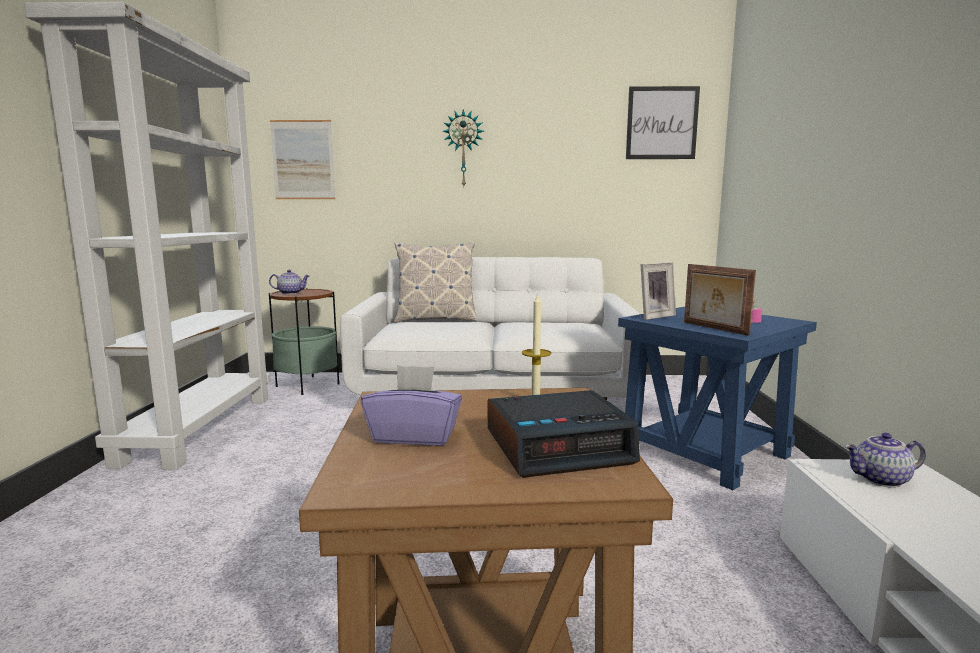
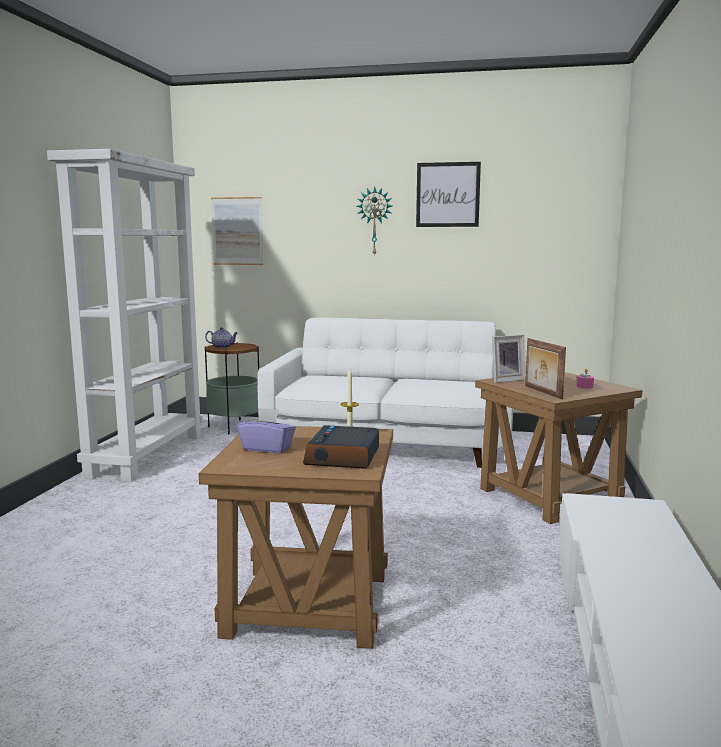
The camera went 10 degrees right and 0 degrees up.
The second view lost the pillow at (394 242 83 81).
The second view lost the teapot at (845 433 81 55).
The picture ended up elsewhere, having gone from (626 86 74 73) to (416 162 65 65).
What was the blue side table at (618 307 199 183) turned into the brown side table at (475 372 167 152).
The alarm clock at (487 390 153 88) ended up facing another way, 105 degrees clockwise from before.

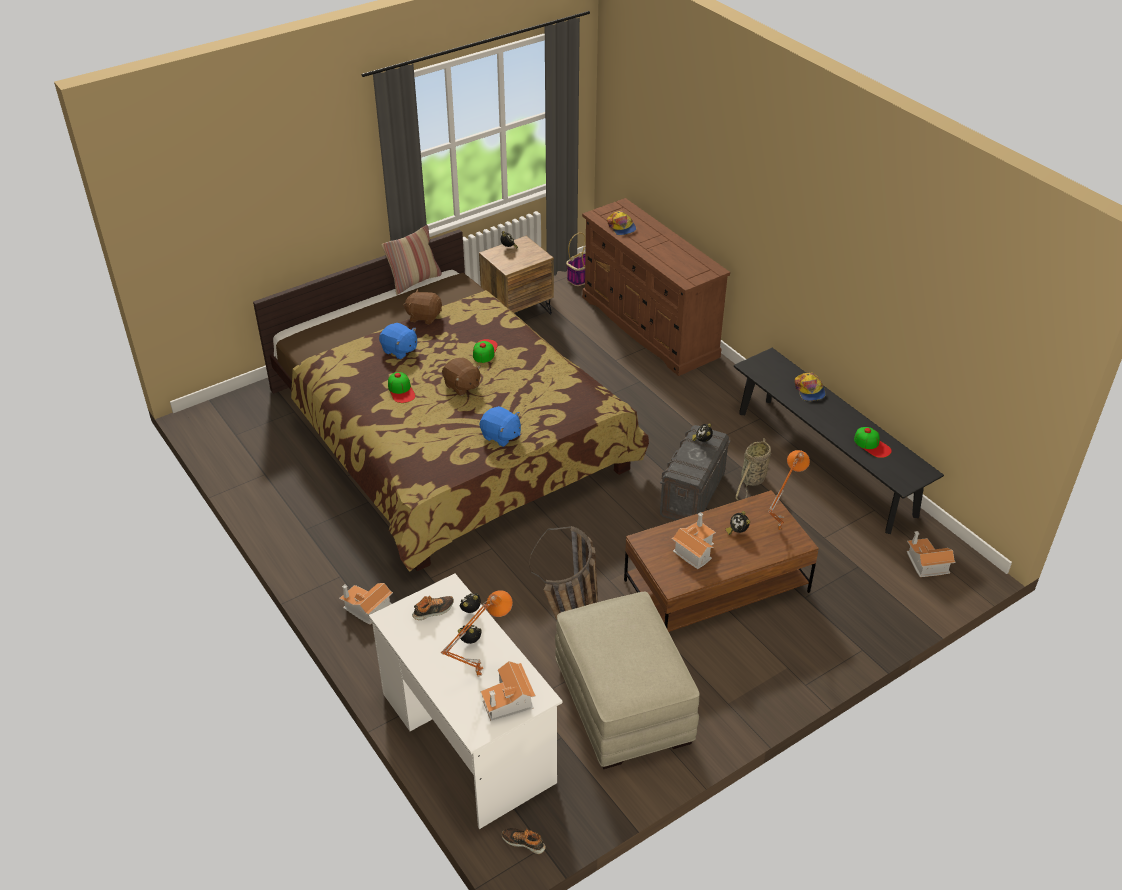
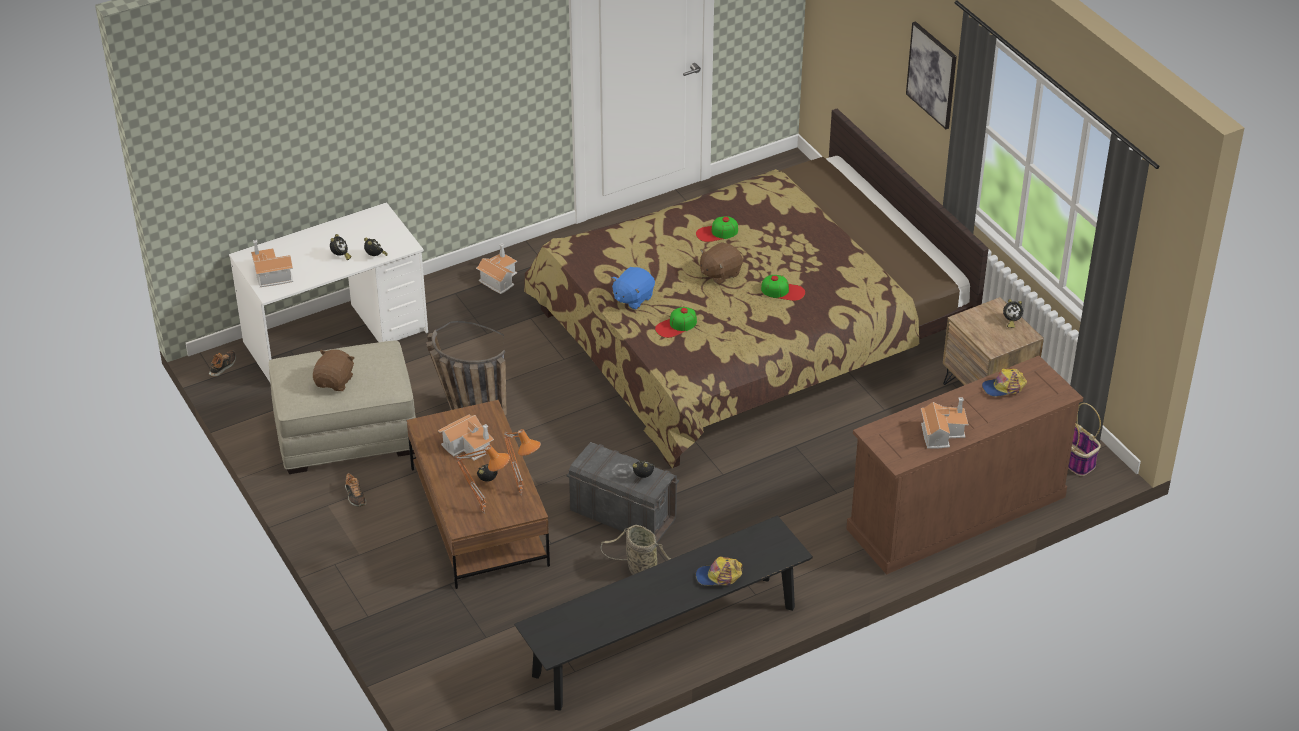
The camera went 95 degrees right and 0 degrees up.
The second view lost the blue plush toy at (379 323 38 36).
The second view lost the pillow at (382 225 60 70).
The second view gained the picture at (906 21 51 108).
The brown plush toy ended up elsewhere, having gone from (403 289 39 35) to (313 349 41 42).
The shoe ended up elsewhere, having gone from (412 596 42 24) to (345 473 21 34).
The orange table lamp ended up elsewhere, having gone from (441 590 72 87) to (504 429 37 67).
The cap ended up elsewhere, having gone from (854 427 37 31) to (655 307 42 31).
The toy house ended up elsewhere, having gone from (907 531 49 46) to (921 397 48 52).

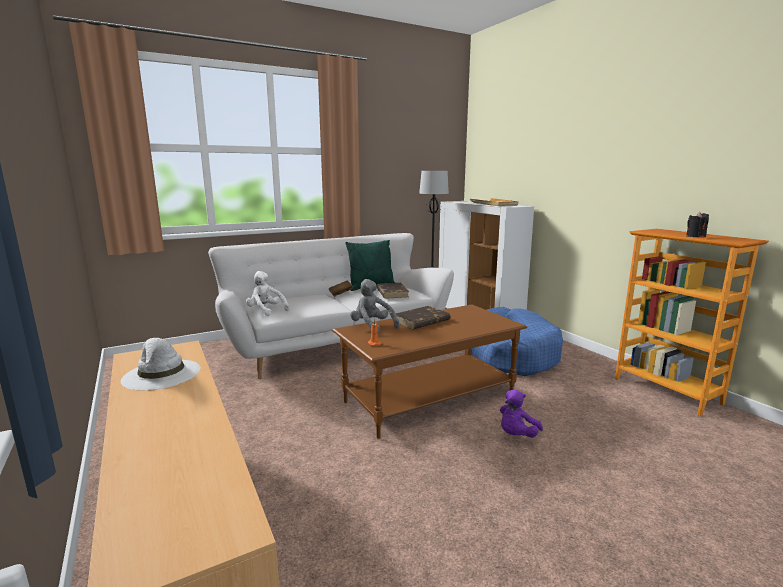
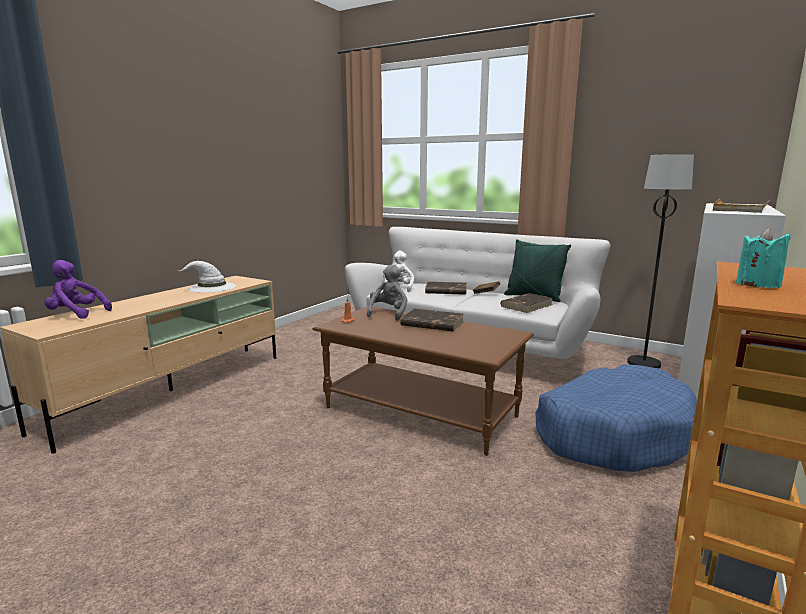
The camera went 60 degrees right and 0 degrees up.
The second view gained the brown book at (425 282 42 13).
The purple plush toy ended up elsewhere, having gone from (500 390 43 48) to (44 260 68 59).
What was the black candle at (686 212 23 25) turned into the turquoise candle at (736 228 55 60).

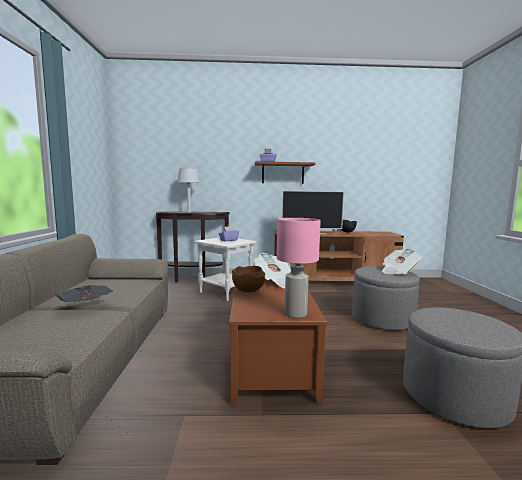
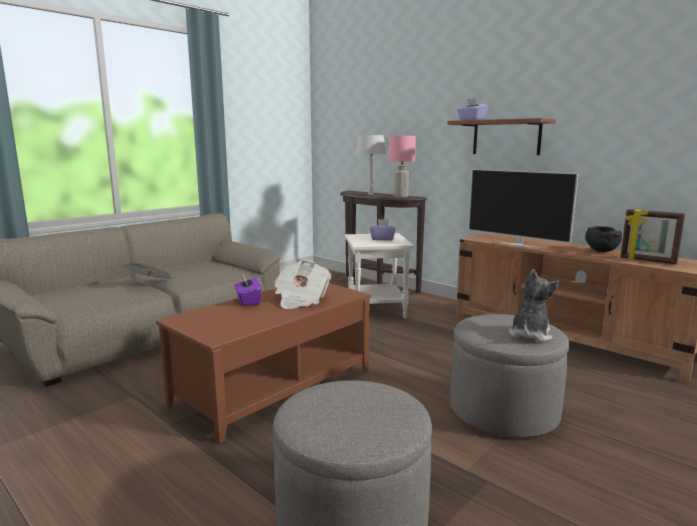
The camera went 45 degrees right and 5 degrees up.
The second view gained the picture frame at (620 209 65 55).
The pink table lamp ended up elsewhere, having gone from (277 218 44 100) to (389 136 27 62).
Where the brown bowl stood at (232 266 33 26), the purple tissue box came to stand at (235 274 27 32).
Where the newspaper stood at (382 248 40 26), the plush toy came to stand at (509 269 51 73).

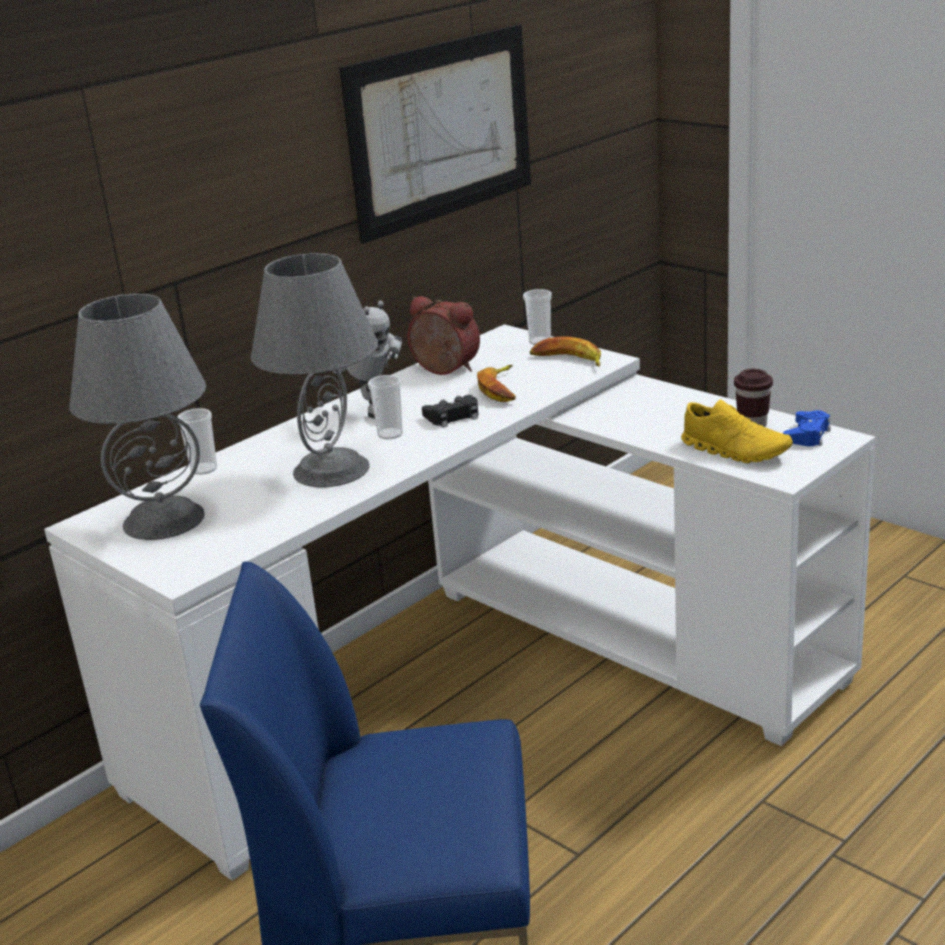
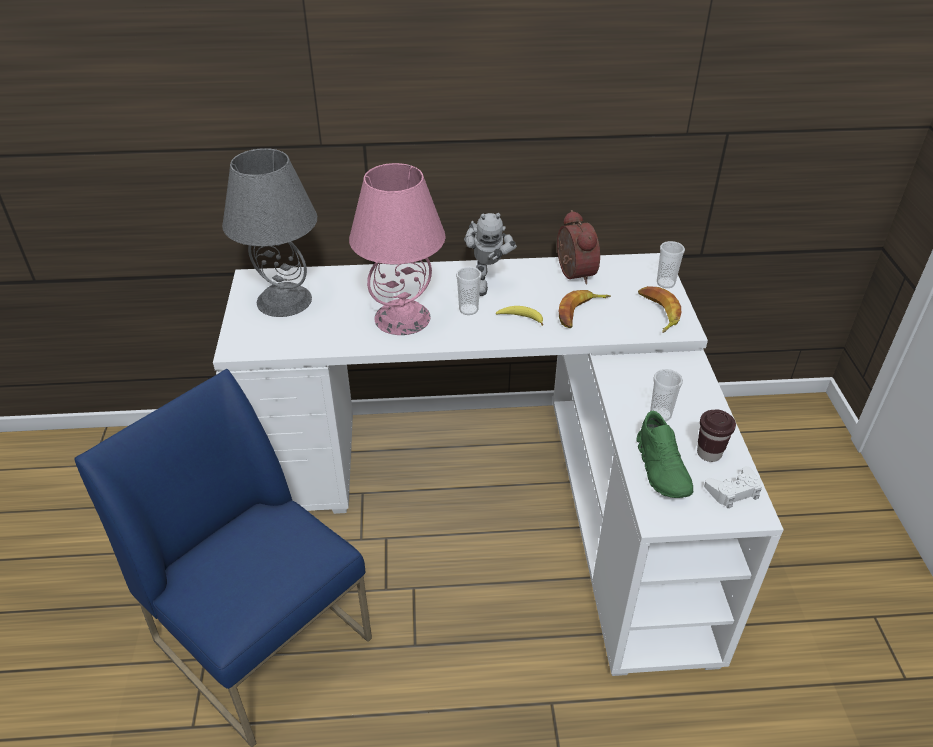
The camera went 40 degrees right and 15 degrees up.
The second view lost the picture at (339 25 192 219).
The cup ended up elsewhere, having gone from (177 408 40 67) to (650 369 33 53).
Where the black game controller stood at (422 395 56 32), the banana came to stand at (496 306 47 20).
What was the grey table lamp at (251 253 127 234) turned into the pink table lamp at (349 163 97 172).
What was the yellow shoe at (681 399 112 64) turned into the green shoe at (637 411 56 87).
What was the blue game controller at (783 410 48 36) turned into the white game controller at (704 466 58 42).

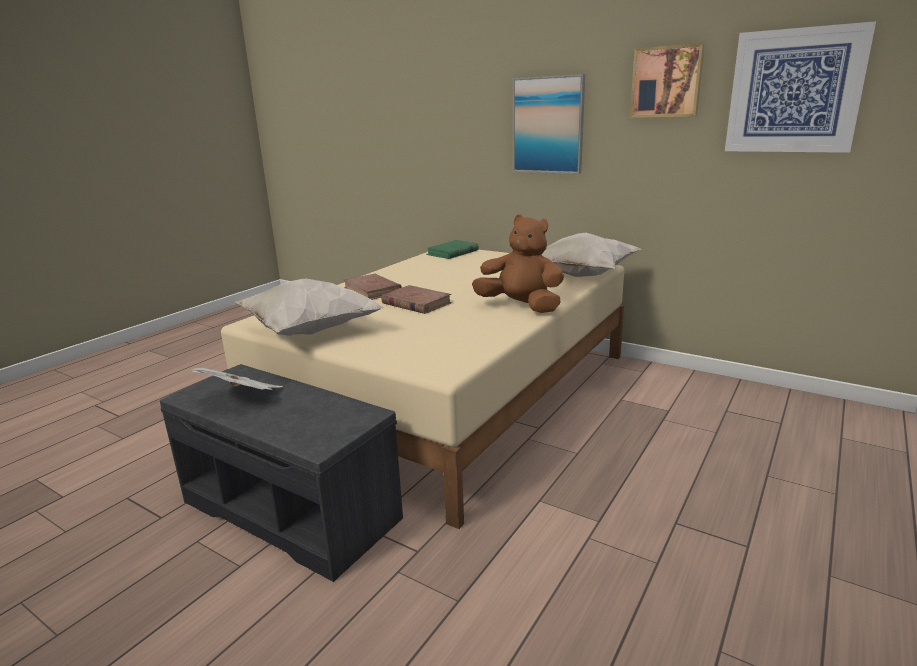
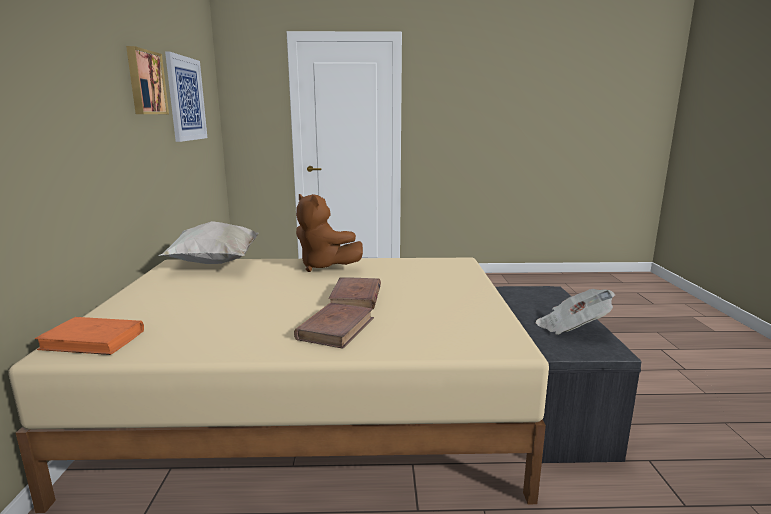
The camera went 125 degrees left and 5 degrees down.
The second view lost the white pillow at (235 278 149 58).
The second view lost the picture at (513 74 72 100).
What was the green book at (426 240 53 19) turned into the orange book at (35 317 109 38).
The brown plush toy at (472 214 92 99) ended up facing another way, 45 degrees counterclockwise from before.

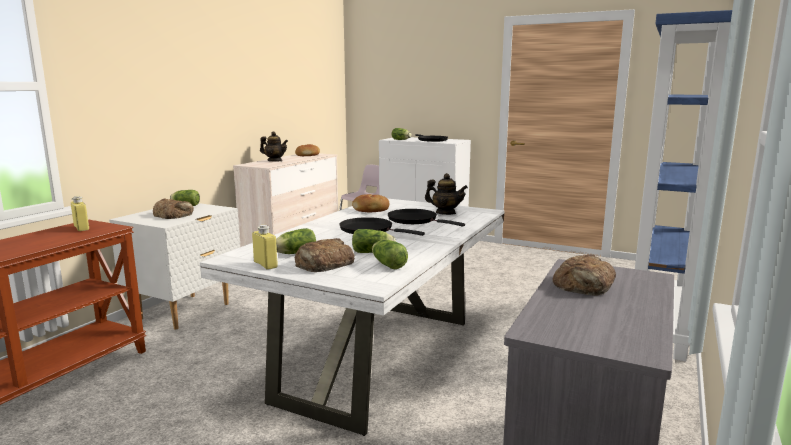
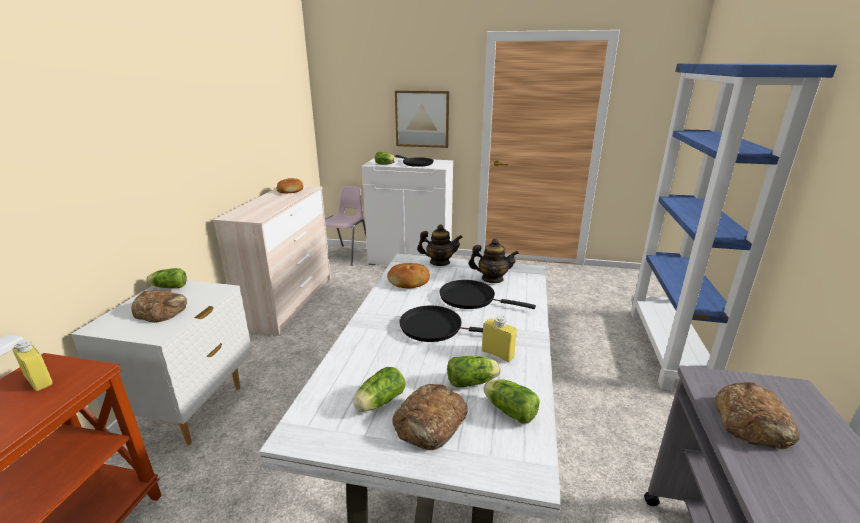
The camera went 15 degrees left and 10 degrees up.
The second view gained the picture at (395 90 54 58).
The yellow bottle ended up elsewhere, having gone from (252 225 26 45) to (482 316 35 46).
The teapot ended up elsewhere, having gone from (260 131 28 30) to (417 224 46 42).

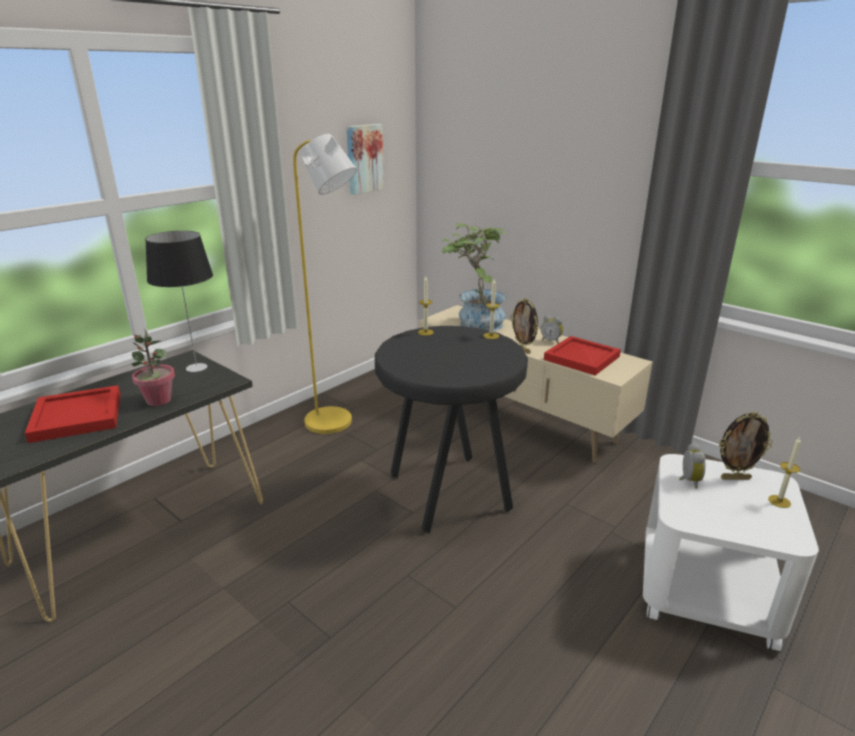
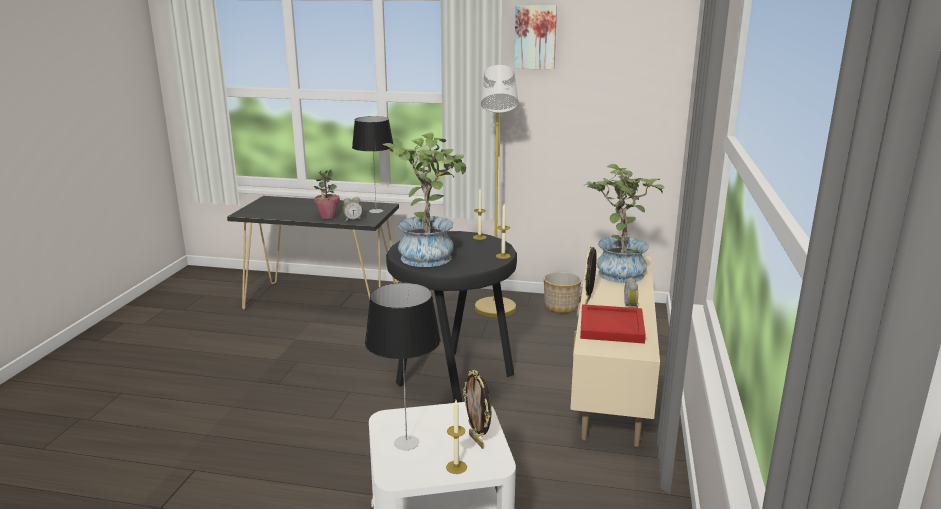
The camera went 60 degrees right and 5 degrees down.
The second view lost the red tray at (25 385 95 58).
The second view gained the table lamp at (365 283 75 167).
The second view gained the potted plant at (383 132 83 135).
The second view gained the planter at (544 272 37 41).
The picture ended up elsewhere, having gone from (346 124 38 71) to (514 5 43 65).
The alarm clock ended up elsewhere, having gone from (679 442 27 47) to (343 197 19 25).

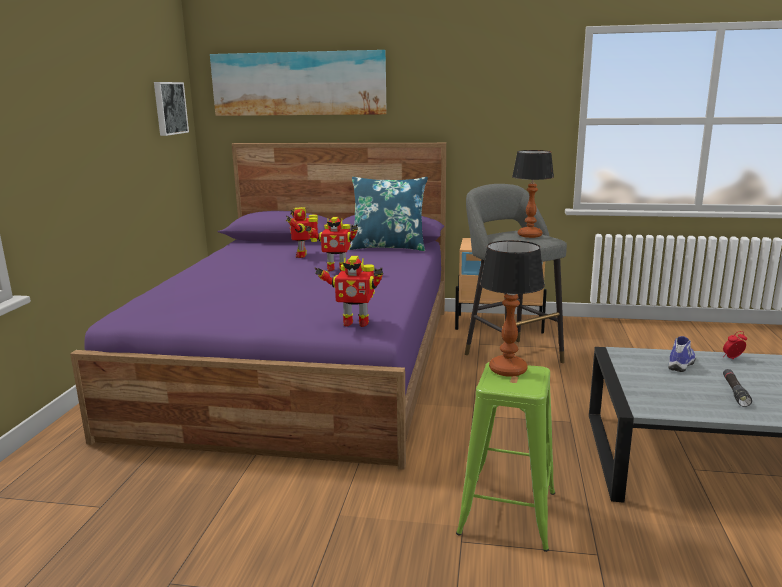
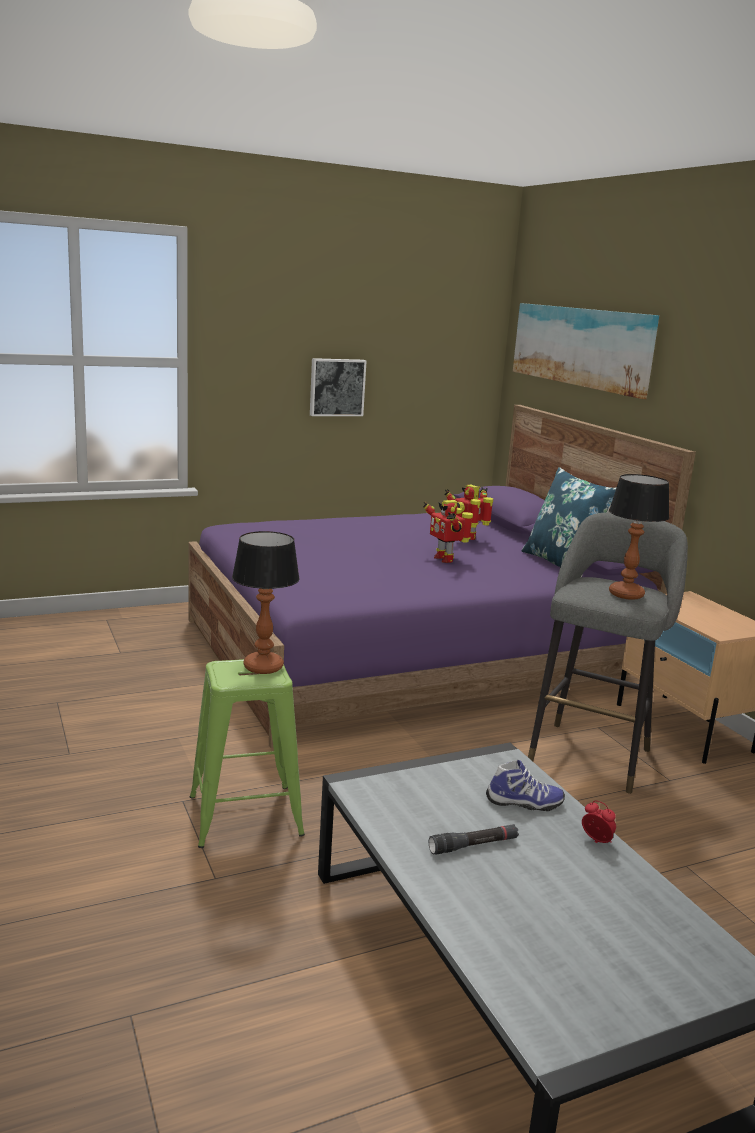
The camera went 55 degrees right and 0 degrees up.
The second view lost the toy robot at (314 256 69 71).
The picture ended up elsewhere, having gone from (154 82 35 54) to (310 358 57 58).

